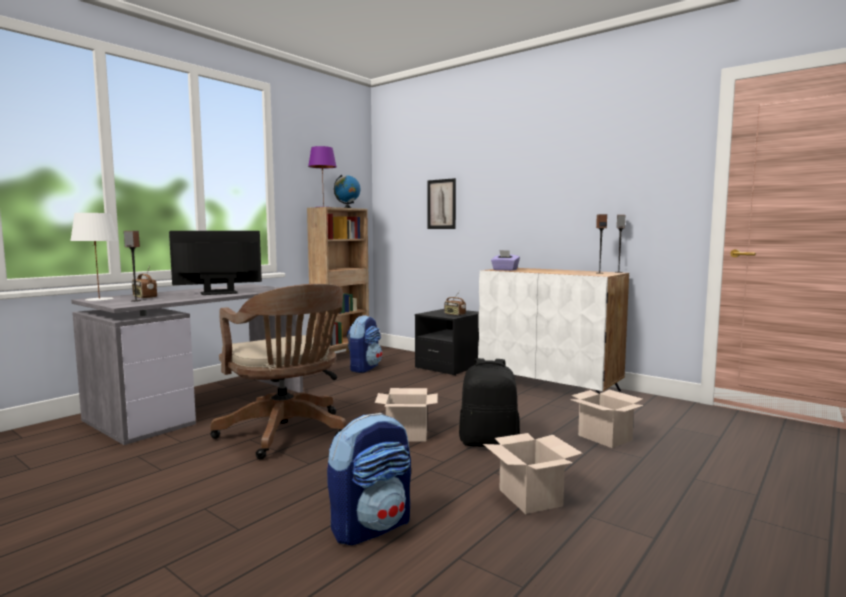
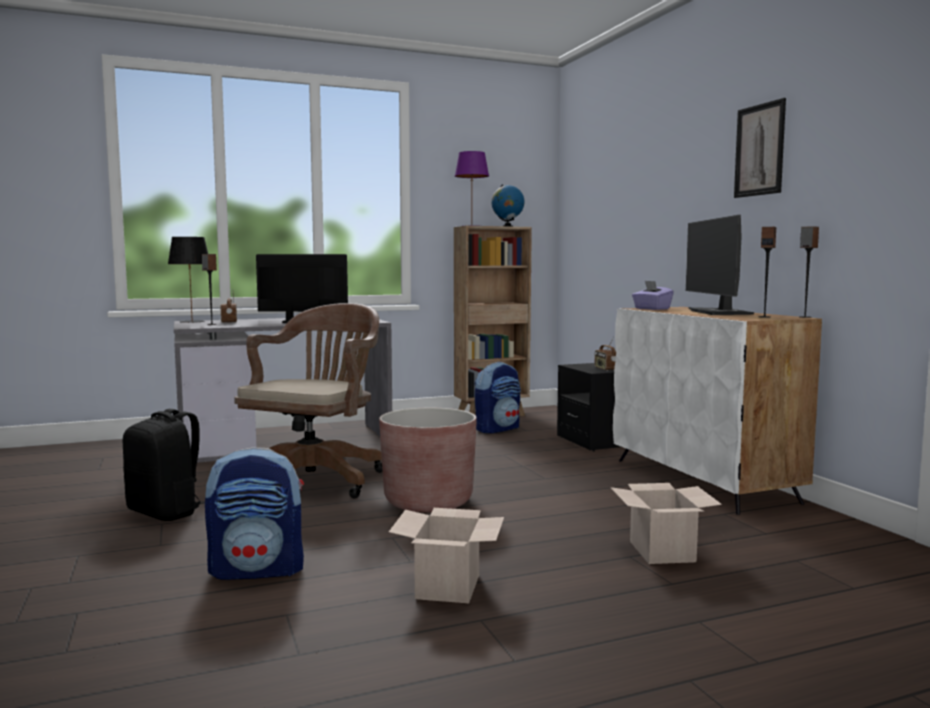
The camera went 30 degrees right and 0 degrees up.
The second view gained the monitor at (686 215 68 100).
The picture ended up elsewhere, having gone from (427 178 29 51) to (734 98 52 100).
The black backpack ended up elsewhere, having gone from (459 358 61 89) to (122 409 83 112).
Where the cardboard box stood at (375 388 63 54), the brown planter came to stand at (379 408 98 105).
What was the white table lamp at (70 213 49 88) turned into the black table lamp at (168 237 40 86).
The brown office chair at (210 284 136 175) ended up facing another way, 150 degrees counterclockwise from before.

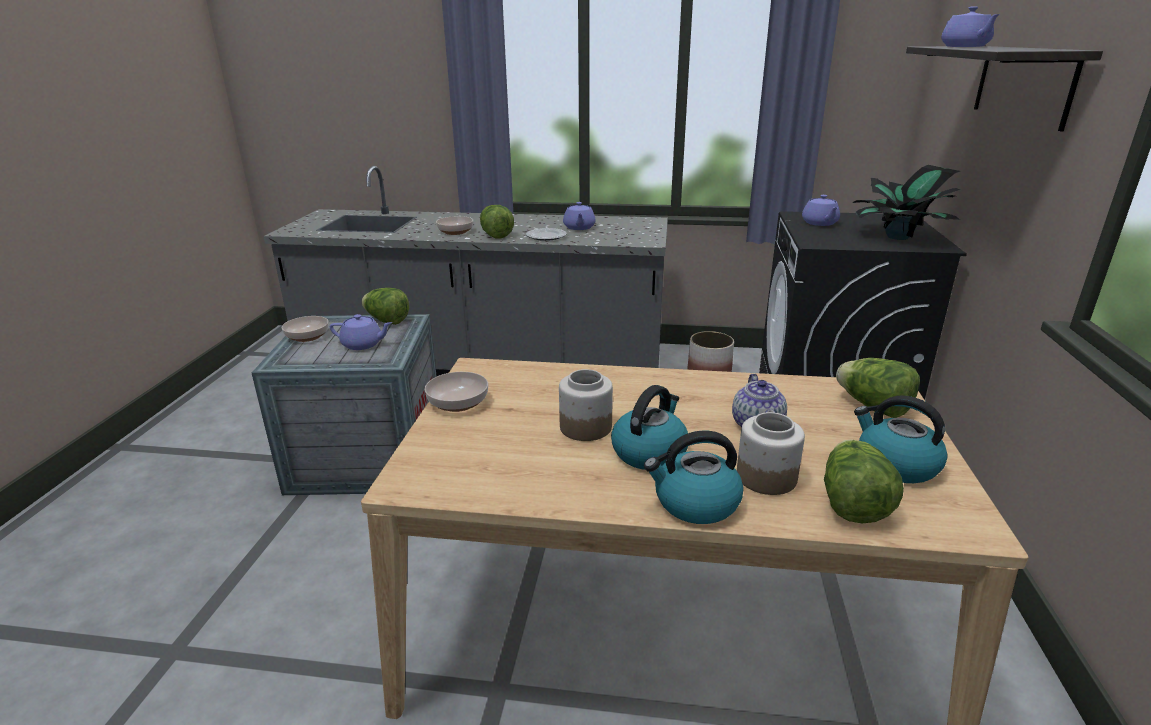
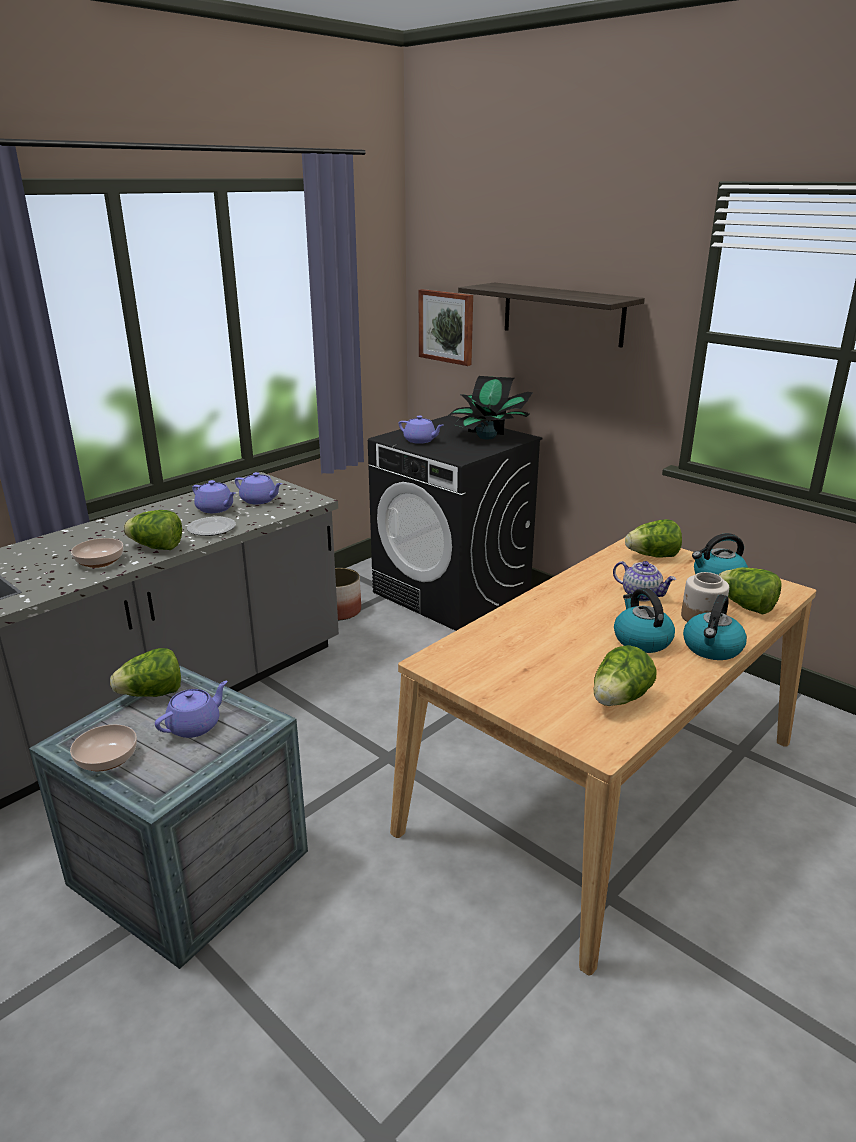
The camera went 55 degrees left and 0 degrees up.
The second view lost the bowl at (425 372 63 40).
The second view lost the jar at (559 369 54 72).
The second view gained the picture at (419 289 54 77).
The second view gained the lettuce at (594 645 62 61).
The purple teapot ended up elsewhere, having gone from (941 6 59 41) to (235 472 48 32).

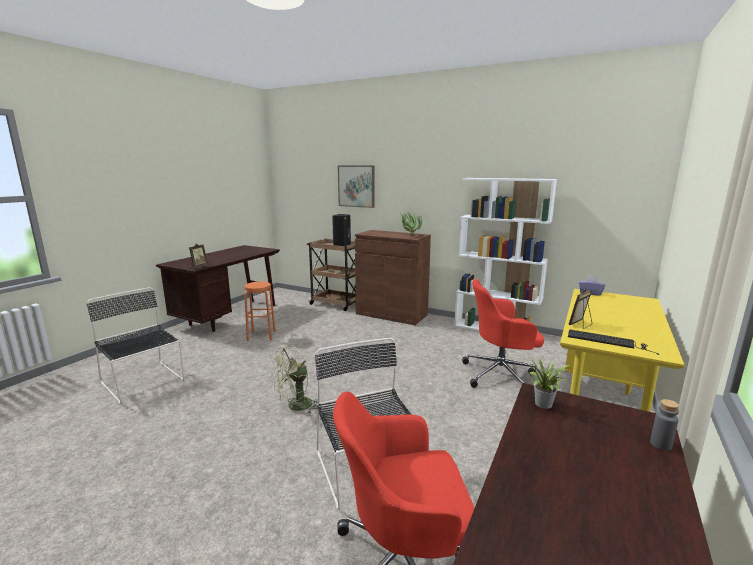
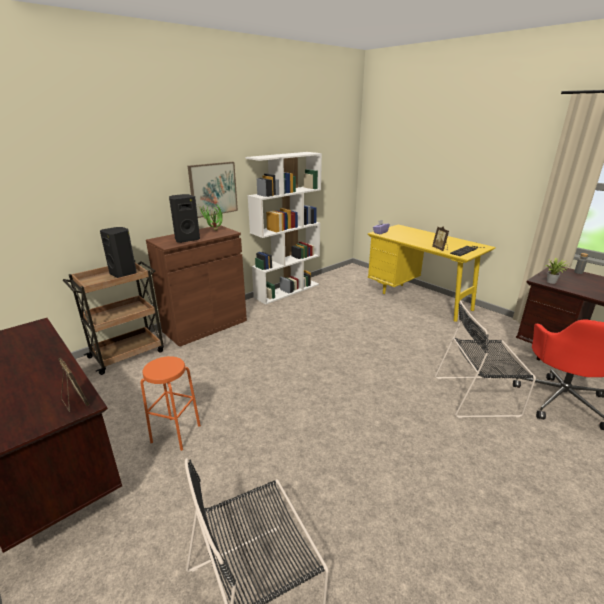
The camera went 70 degrees left and 10 degrees up.
The second view lost the green fan at (269 346 49 67).
The second view lost the red office chair at (462 279 82 109).
The second view gained the black speaker at (169 194 31 49).
The picture ended up elsewhere, having gone from (338 165 37 43) to (188 162 50 56).

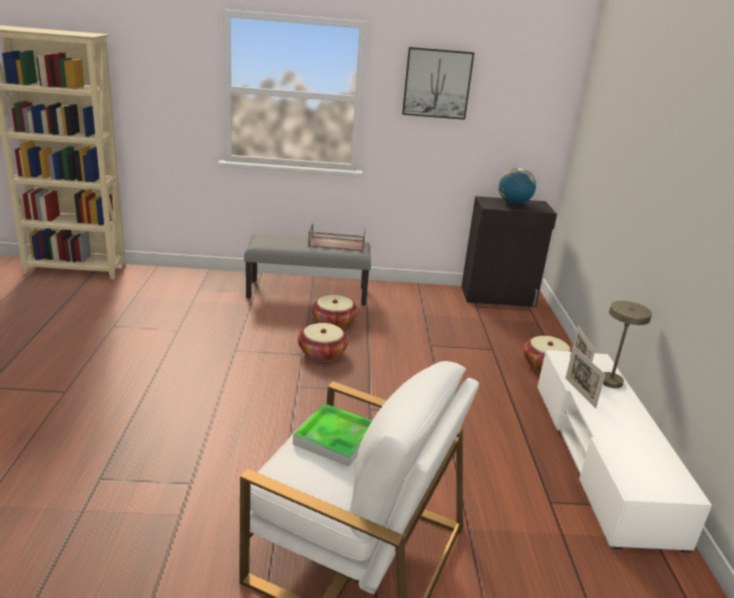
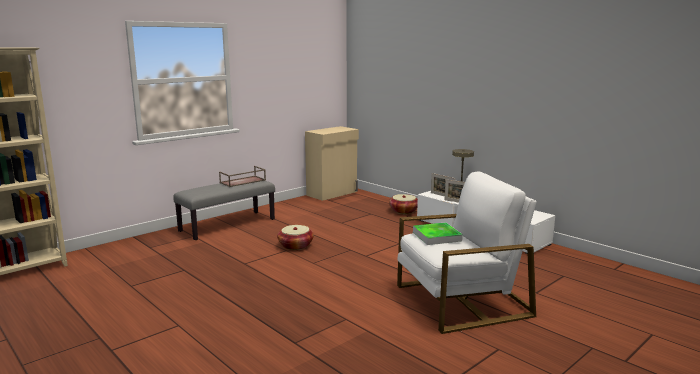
The camera went 40 degrees left and 10 degrees down.
The second view lost the basket at (312 295 46 34).
The second view lost the picture at (402 47 72 73).
The second view lost the globe at (499 168 37 37).
What was the black cabinet at (461 196 96 111) turned into the beige cabinet at (305 126 54 75).

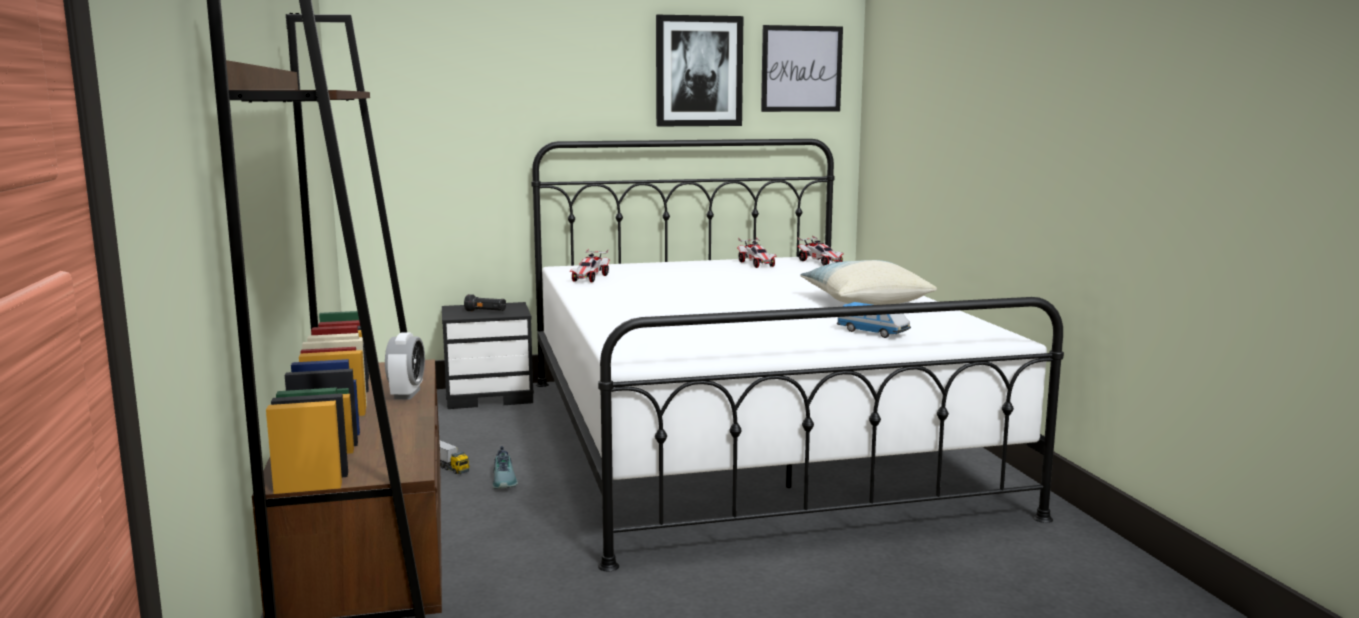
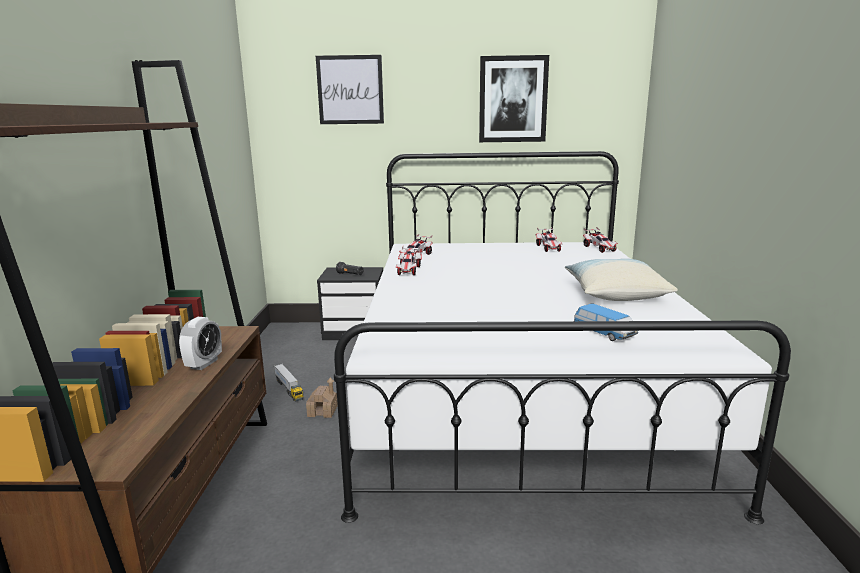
The camera went 15 degrees right and 5 degrees up.
The second view gained the toy car at (396 247 26 28).
The picture ended up elsewhere, having gone from (761 25 82 87) to (316 55 68 69).
Where the shoe stood at (493 446 25 43), the toy house came to stand at (306 377 32 41).

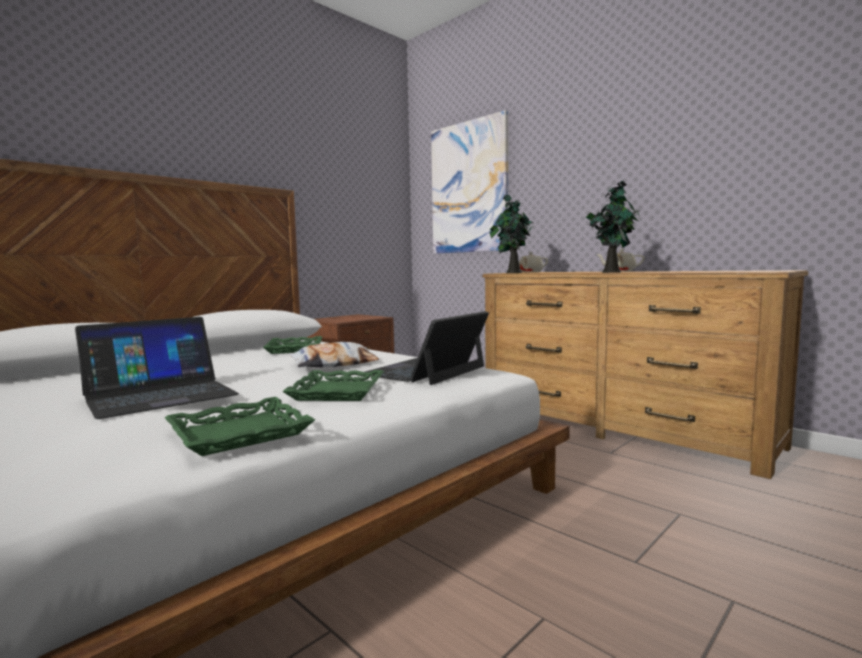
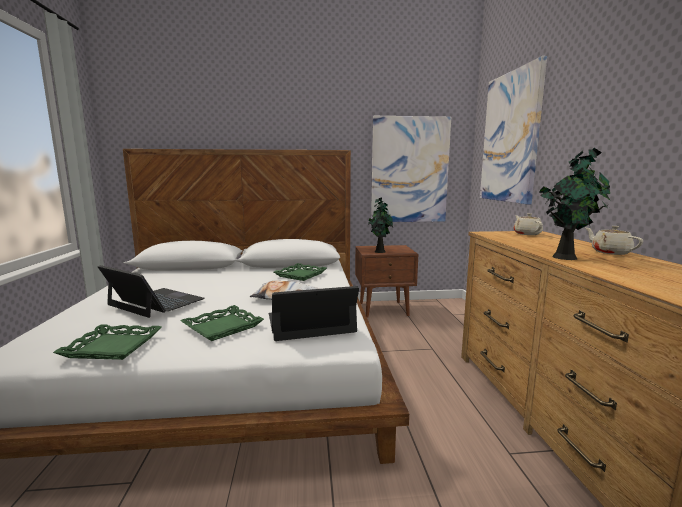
The camera went 40 degrees right and 5 degrees up.
The second view gained the picture at (371 116 80 106).
The potted plant ended up elsewhere, having gone from (489 195 45 78) to (369 197 24 56).
The laptop at (75 317 164 102) ended up facing another way, 150 degrees counterclockwise from before.

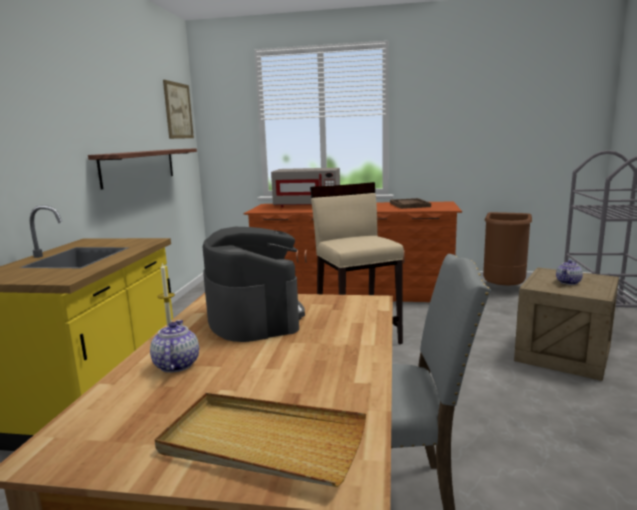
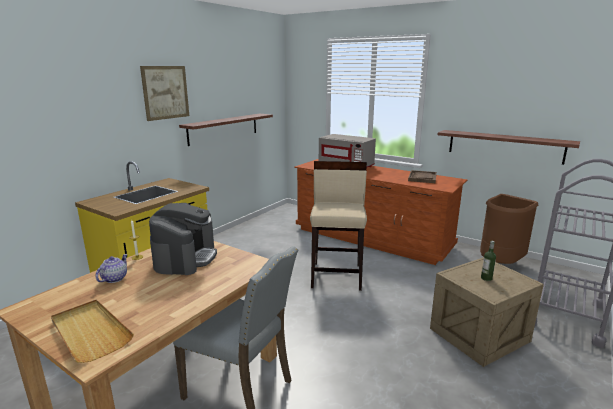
The camera went 25 degrees right and 5 degrees up.
The second view gained the shelf at (438 130 142 35).
The picture ended up elsewhere, having gone from (163 80 31 59) to (140 66 49 55).
Where the teapot stood at (556 260 27 25), the bottle came to stand at (481 241 15 40).

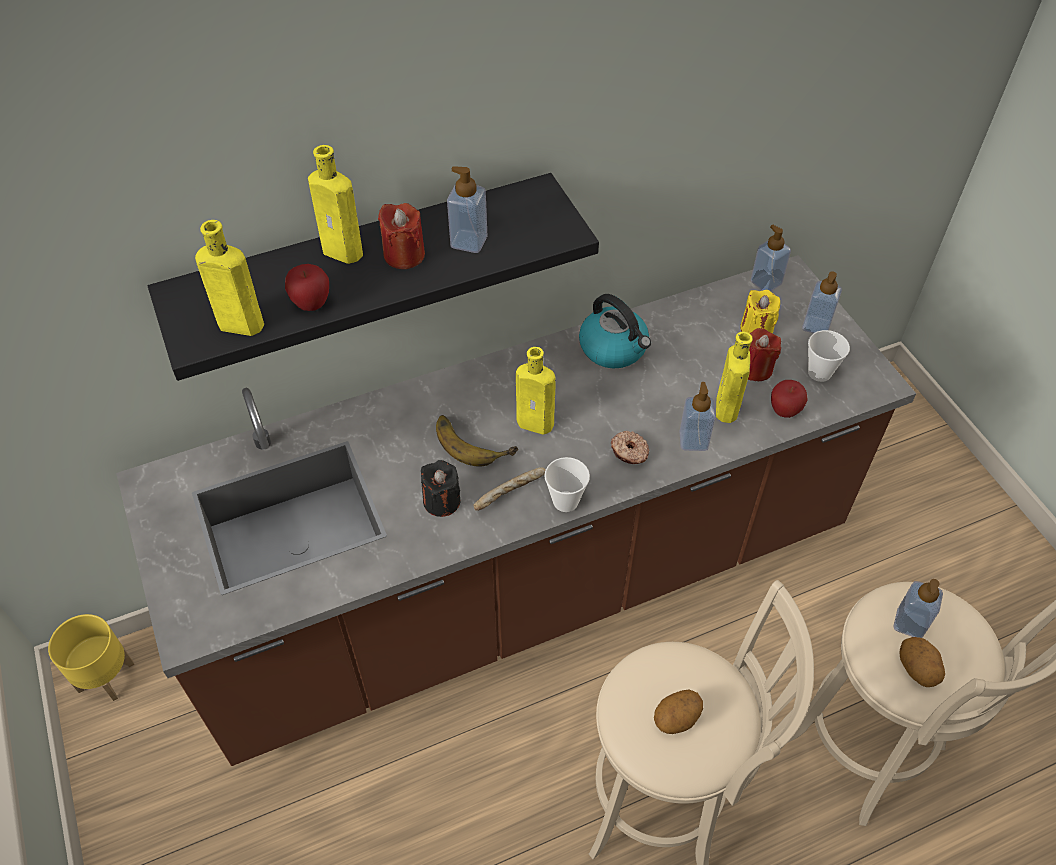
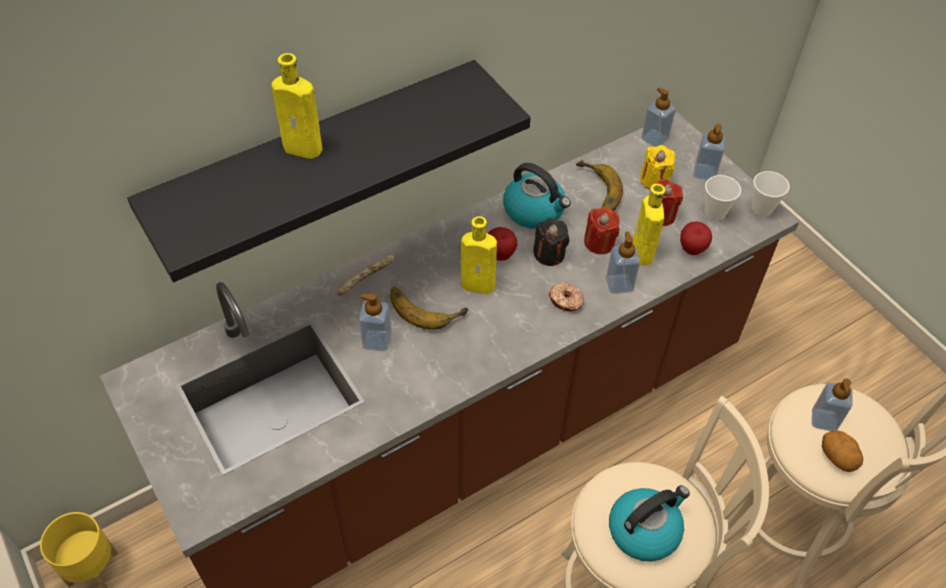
The camera went 10 degrees left and 0 degrees up.
The second view lost the yellow bottle at (195 220 69 116).
The second view gained the banana at (576 160 47 51).
The apple ended up elsewhere, having gone from (285 264 44 47) to (488 227 29 34).
The red candle ended up elsewhere, having gone from (378 203 47 66) to (584 207 35 47).
The black candle ended up elsewhere, having gone from (421 460 39 57) to (533 218 36 48).
The soap dispenser ended up elsewhere, having gone from (447 166 40 87) to (359 294 32 57).
The bread ended up elsewhere, having gone from (473 467 73 44) to (337 255 58 40).
The cup ended up elsewhere, having gone from (544 457 46 55) to (752 171 38 46).
Where the potato stood at (654 690 49 44), the kettle came to stand at (609 485 81 76).

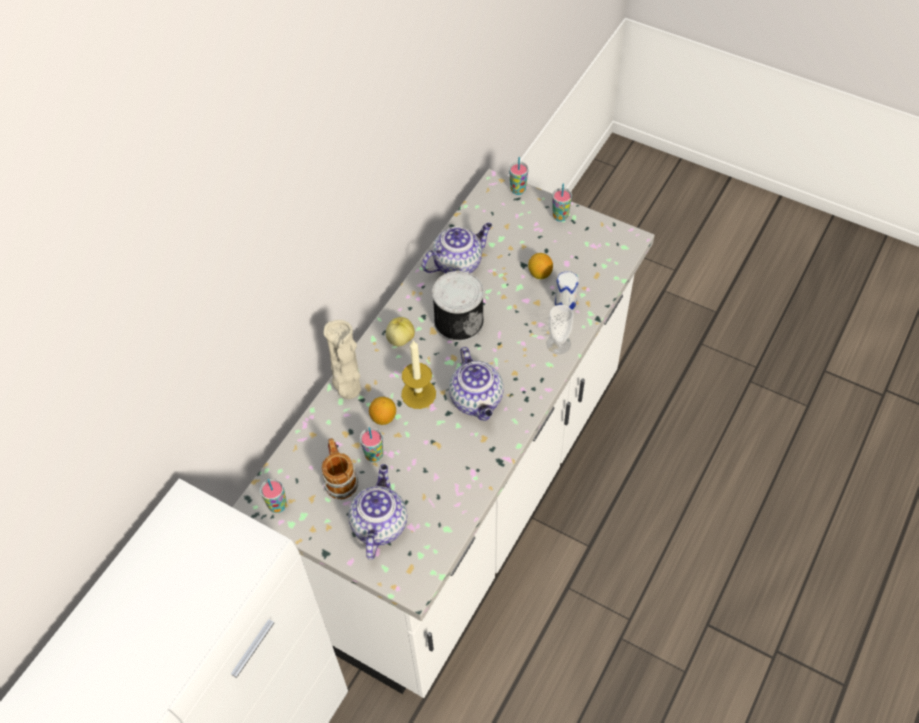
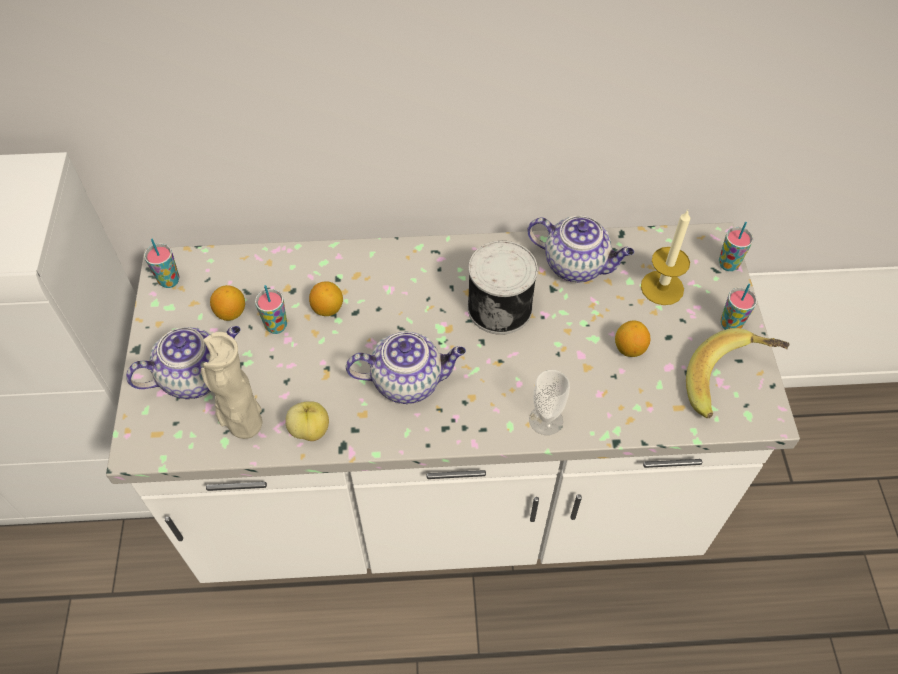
The camera went 55 degrees right and 0 degrees up.
The second view lost the can at (555 271 24 39).
The second view gained the banana at (686 328 103 90).
The beige vase ended up elsewhere, having gone from (324 320 37 79) to (201 332 61 107).
The apple ended up elsewhere, having gone from (386 317 29 29) to (285 401 44 40).
The candle ended up elsewhere, having gone from (401 340 35 69) to (641 210 49 95).
Where the mug stood at (322 438 36 61), the lemon came to stand at (210 285 35 36).
The teapot at (449 347 55 74) ended up facing another way, 135 degrees counterclockwise from before.

